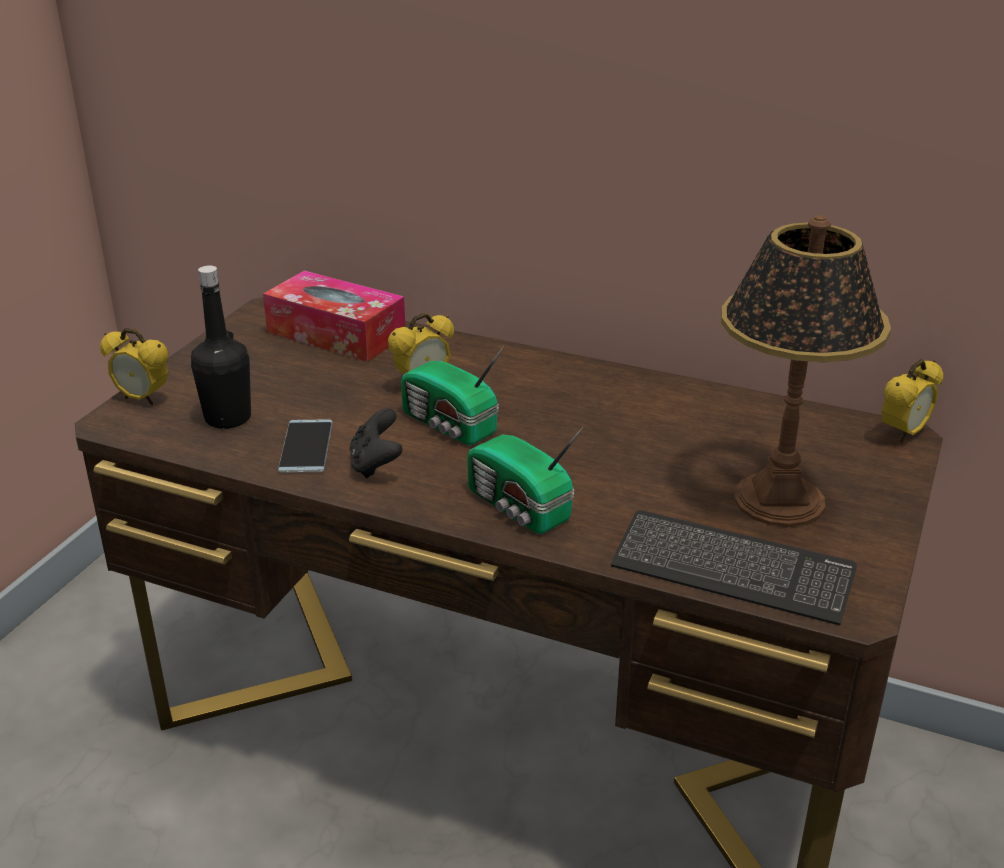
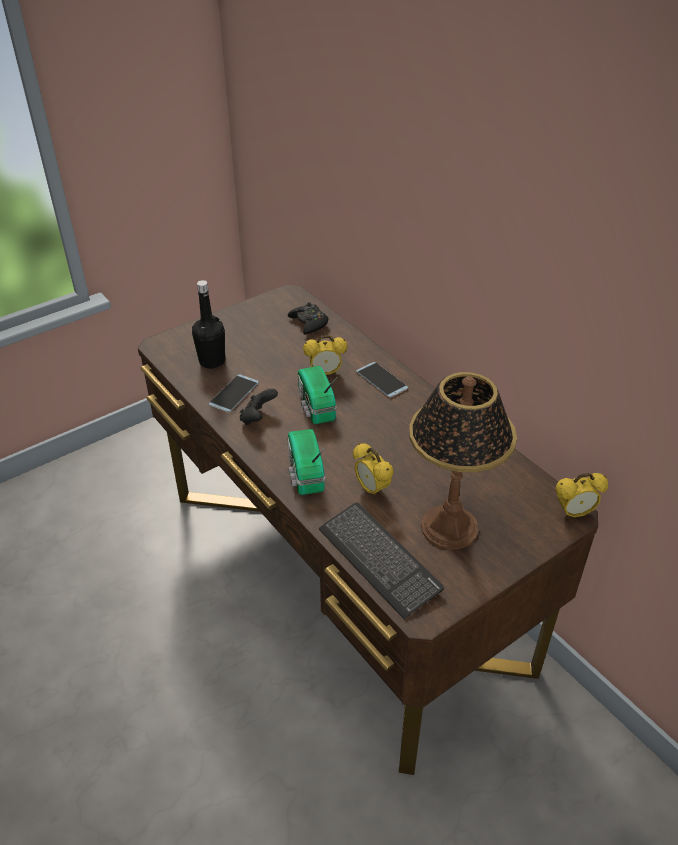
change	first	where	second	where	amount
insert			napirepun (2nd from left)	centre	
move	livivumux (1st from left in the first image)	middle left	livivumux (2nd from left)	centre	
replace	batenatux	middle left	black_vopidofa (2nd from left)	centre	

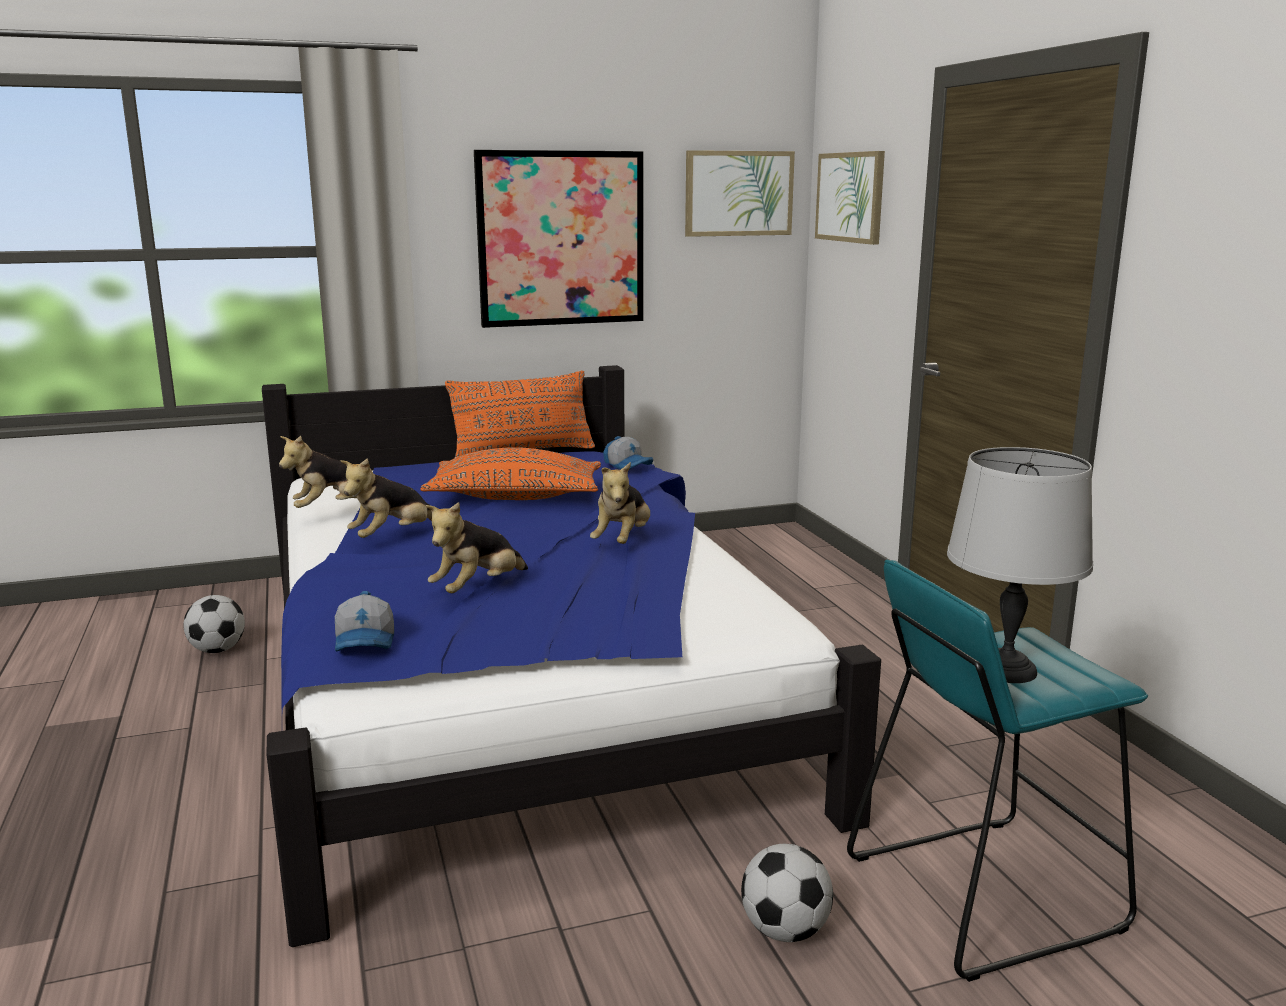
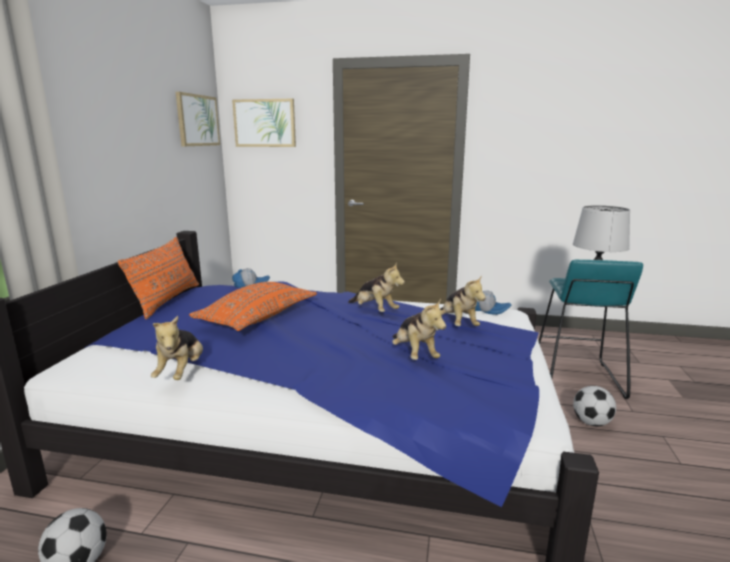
change	first	where	second	where	amount
delete	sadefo (1st from left)	top centre			
move	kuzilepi (1st from left in the first image)	middle left	kuzilepi (2nd from left)	middle right	
move	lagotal (2nd from left in the first image)	middle left	lagotal (4th from left)	centre	

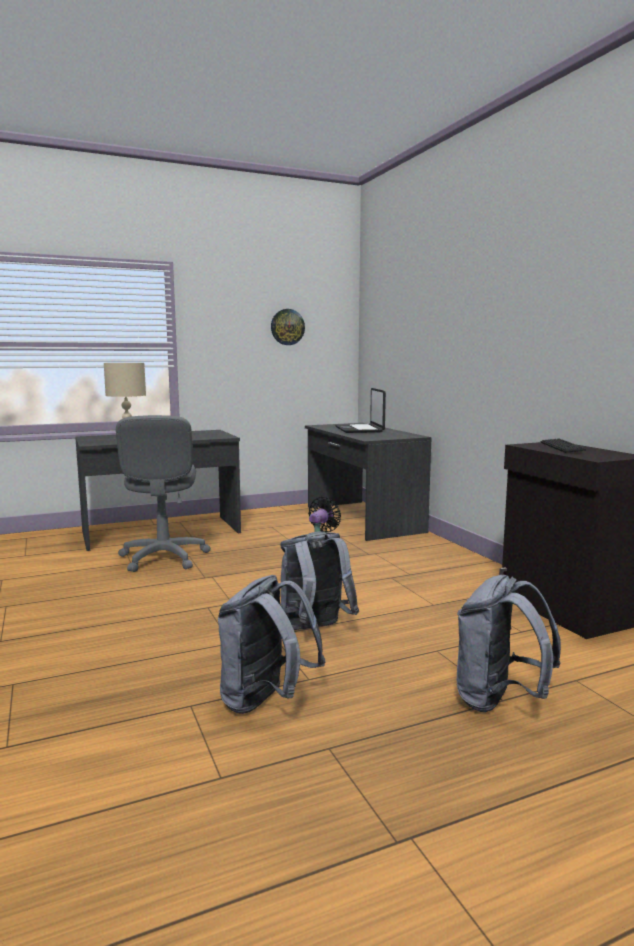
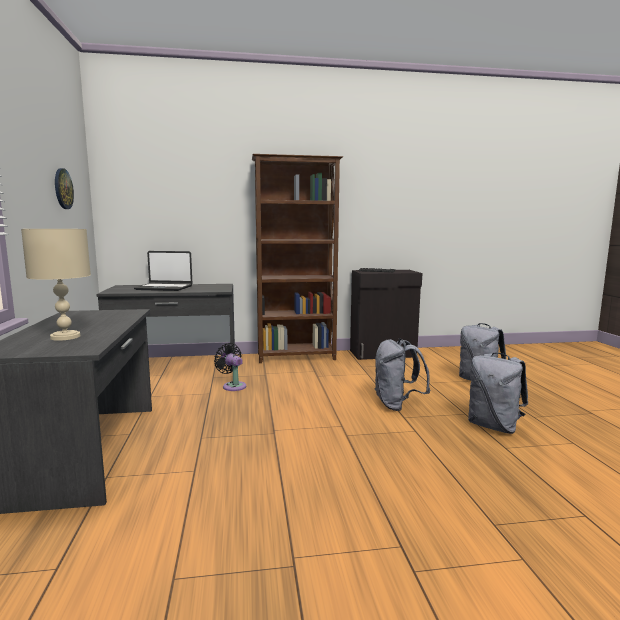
change	first	where	second	where	amount
delete	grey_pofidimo	middle left			
insert			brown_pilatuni	centre	

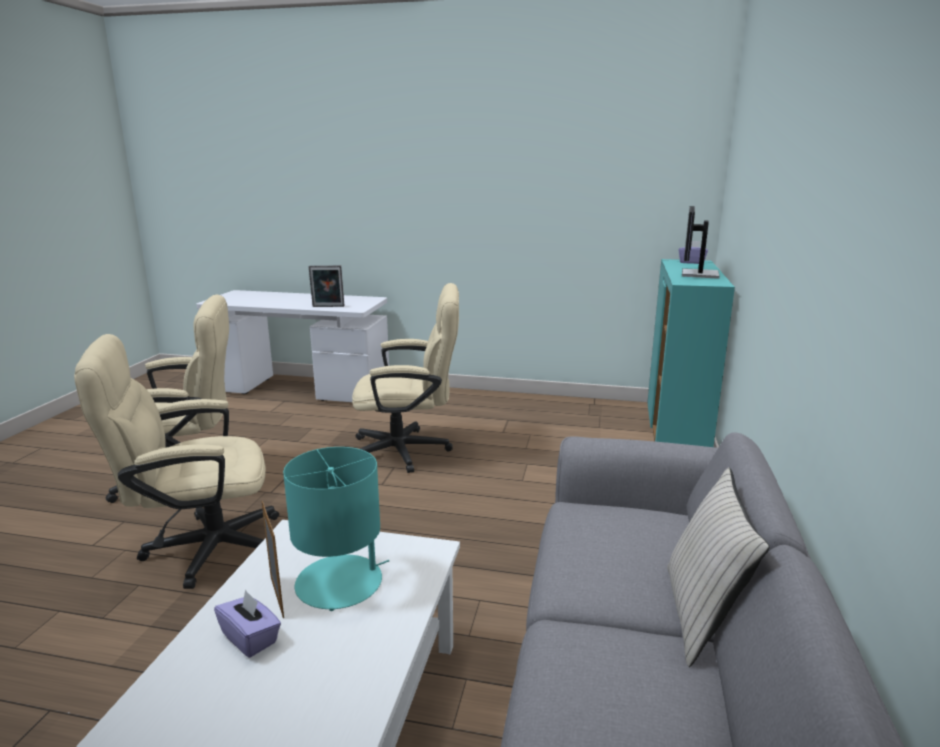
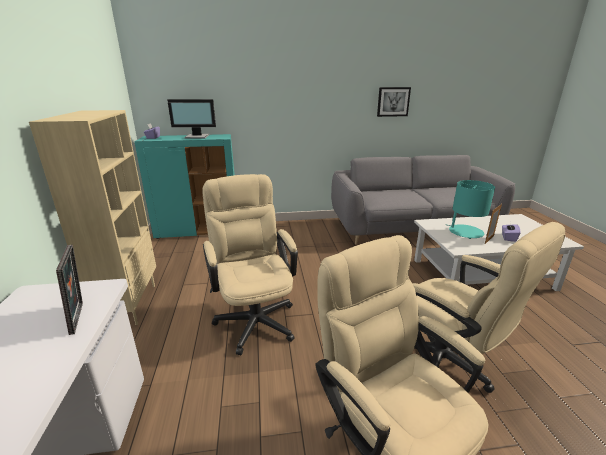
change	first	where	second	where	amount
delete	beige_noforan	bottom right			
insert			beige_pilatuni	middle left	
insert			sadefo	top centre	

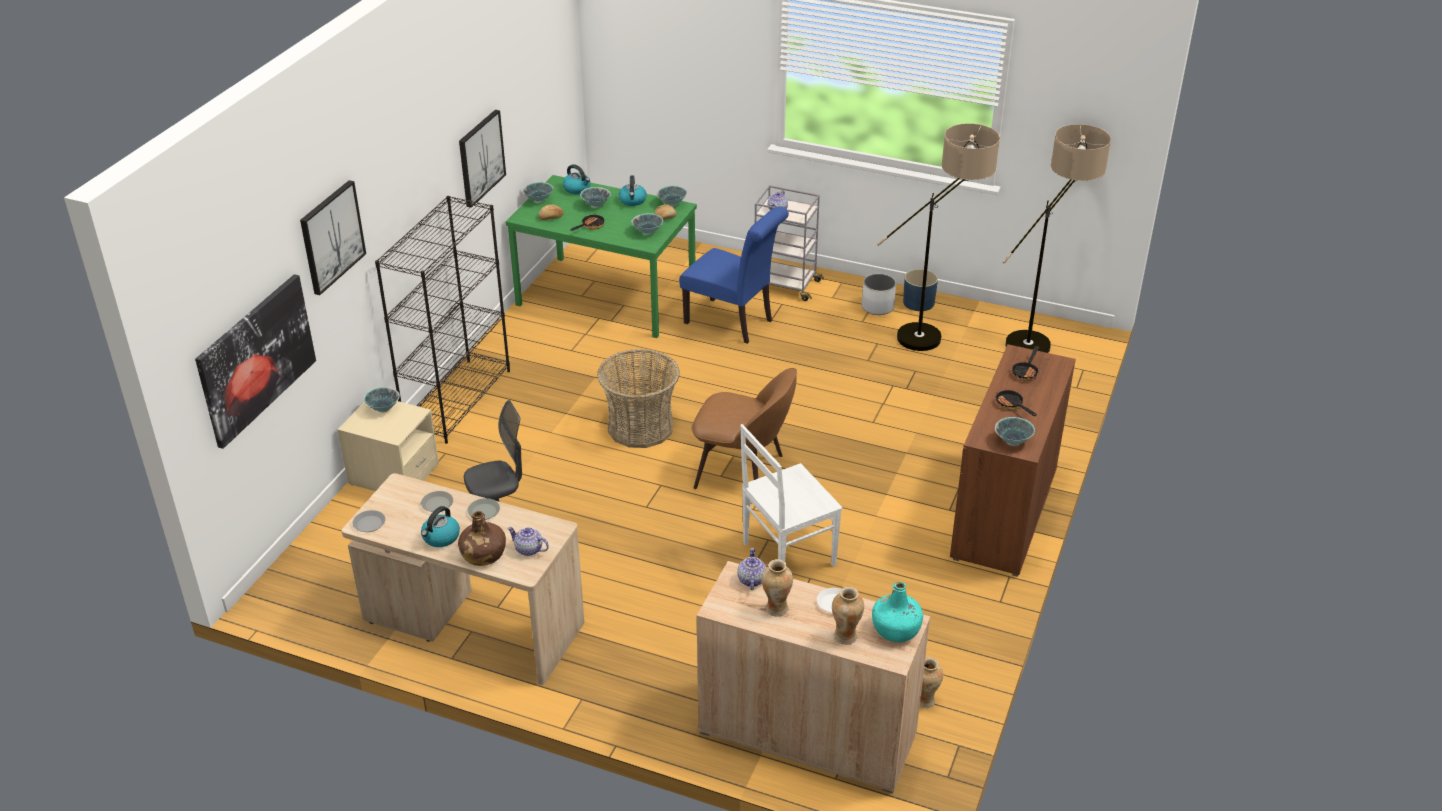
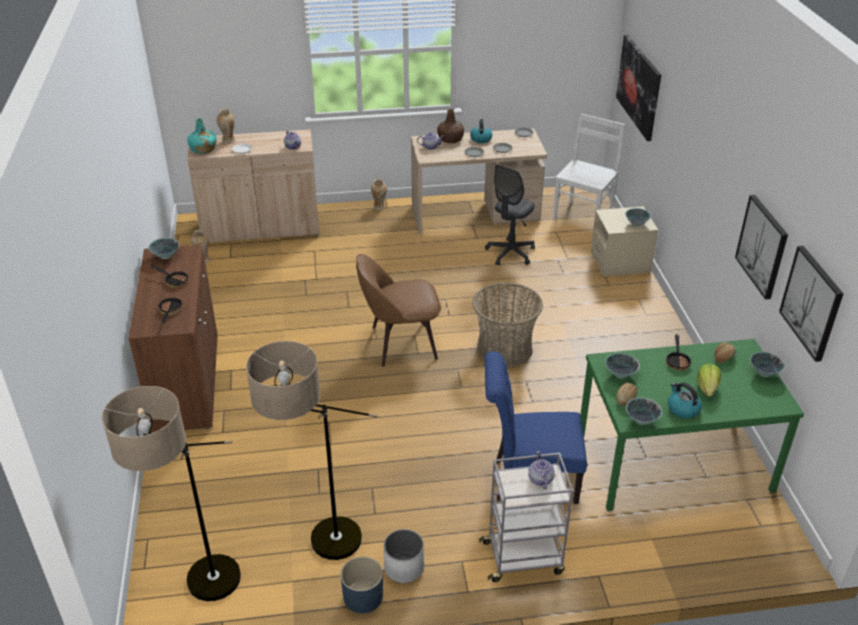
change	first	where	second	where	amount
delete	black_pilatuni	middle left			
delete	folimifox (2nd from left)	top centre			
move	sadefo (2nd from left in the first image)	top left	sadefo (3rd from left)	middle right	
move	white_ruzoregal	centre		top right	
move	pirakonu (1st from left in the first image)	bottom centre	pirakonu (3rd from left)	top centre	
replace	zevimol (3rd from left)	top centre	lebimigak	middle right	

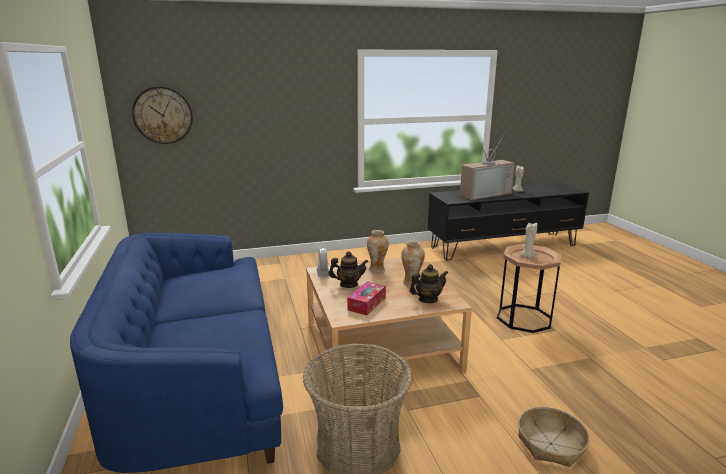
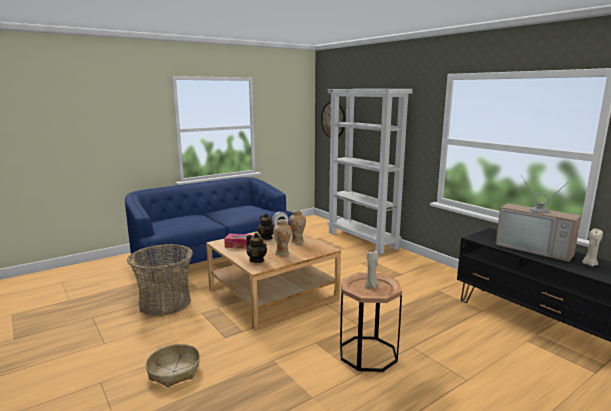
change	first	where	second	where	amount
insert			white_pilatuni	centre	

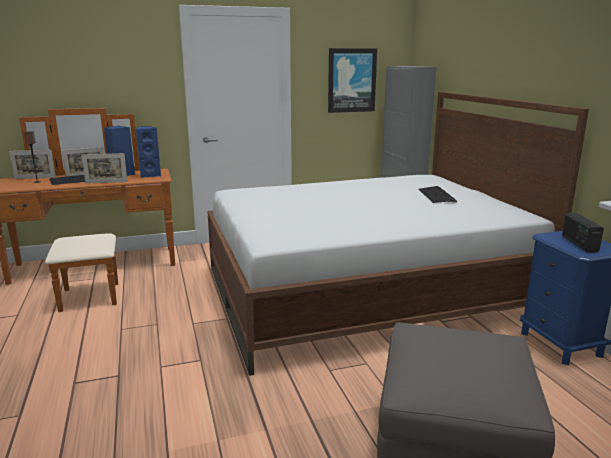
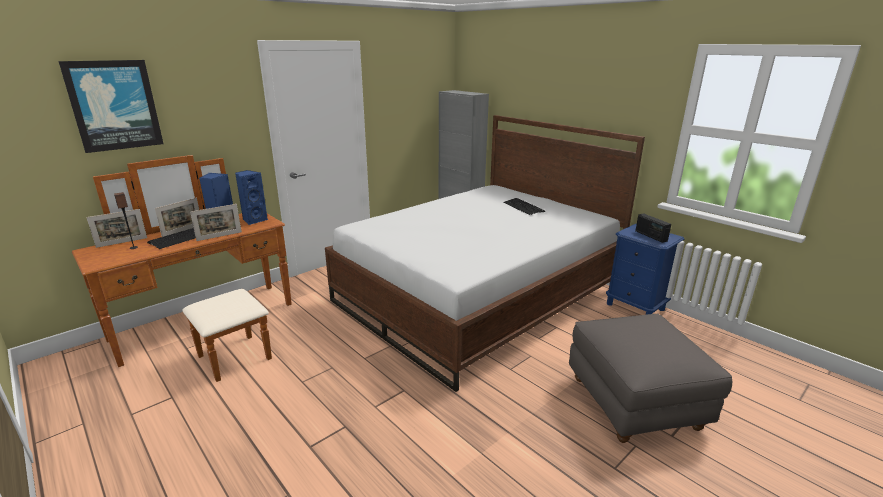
change	first	where	second	where	amount
move	sadefo	top centre		top left	

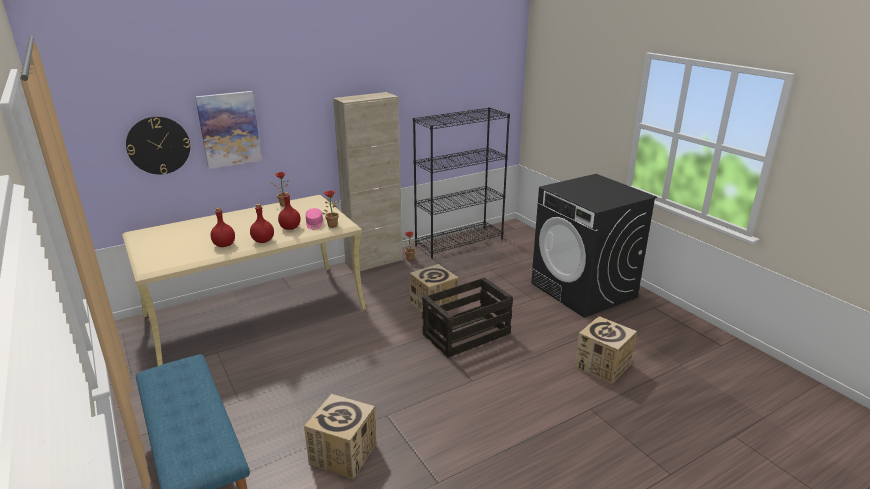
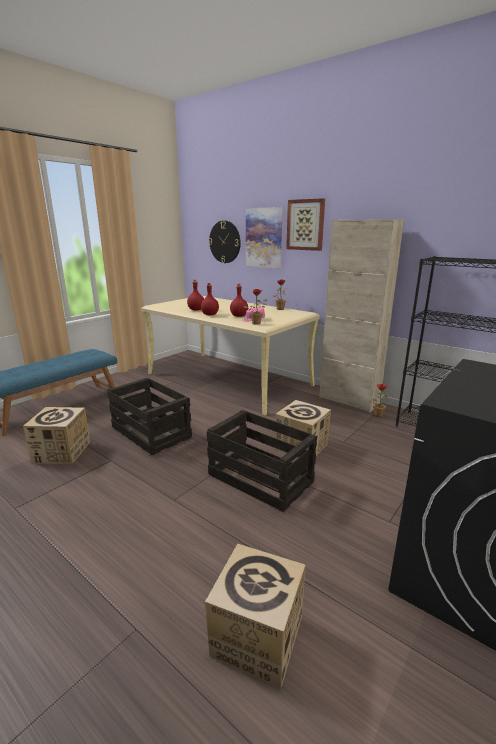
change	first	where	second	where	amount
insert			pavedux (1st from left)	middle left	
insert			sadefo (2nd from left)	top centre	

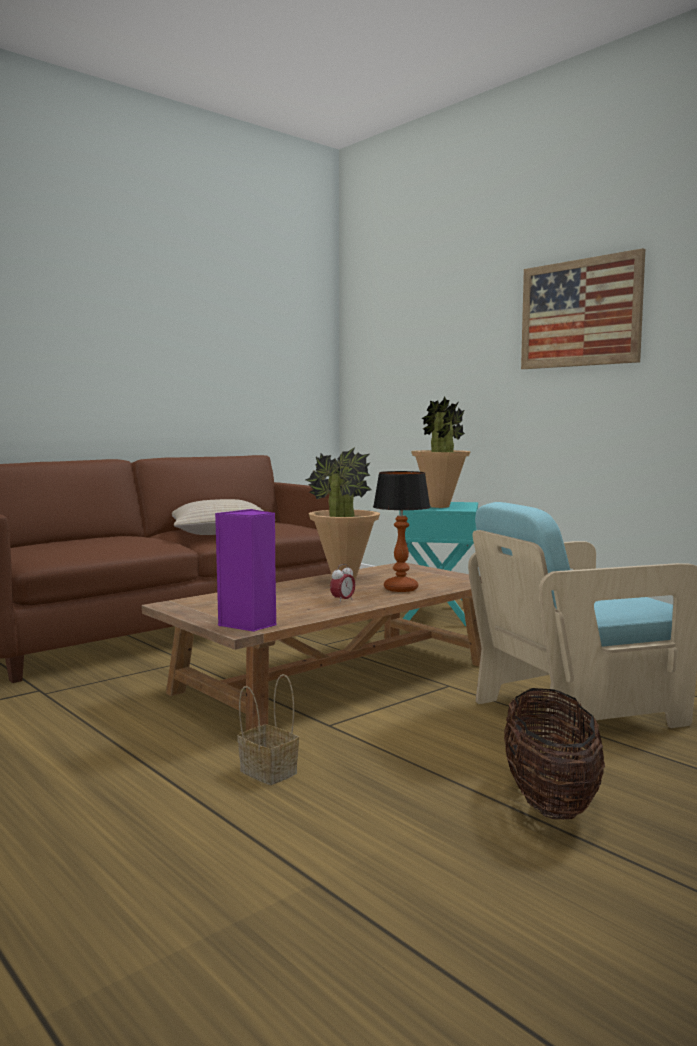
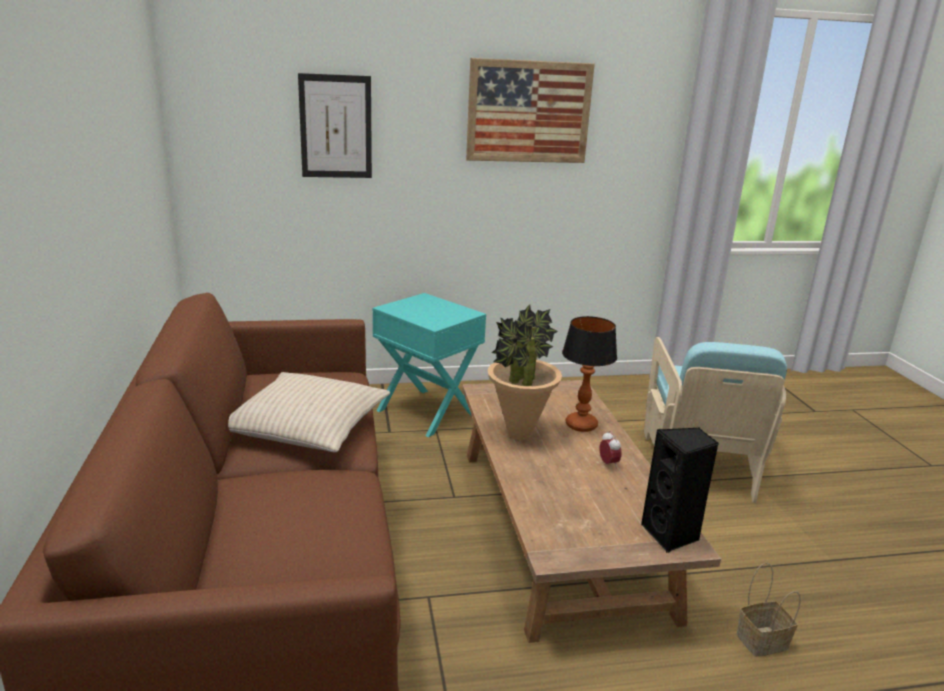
change	first	where	second	where	amount
delete	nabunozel (2nd from left)	centre			
delete	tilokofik (2nd from left)	bottom right			
insert			sadefo (1st from left)	top centre	
recolor	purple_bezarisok	centre	black_bezarisok	bottom right	

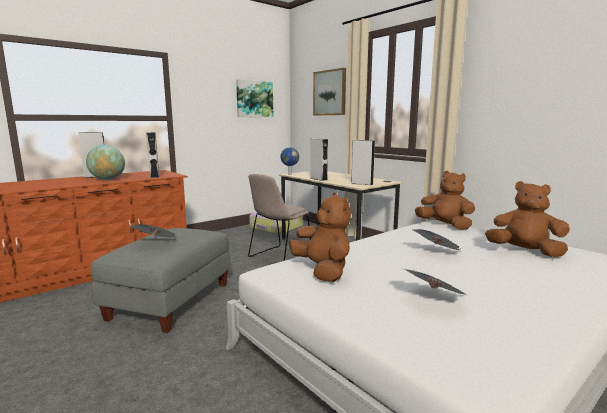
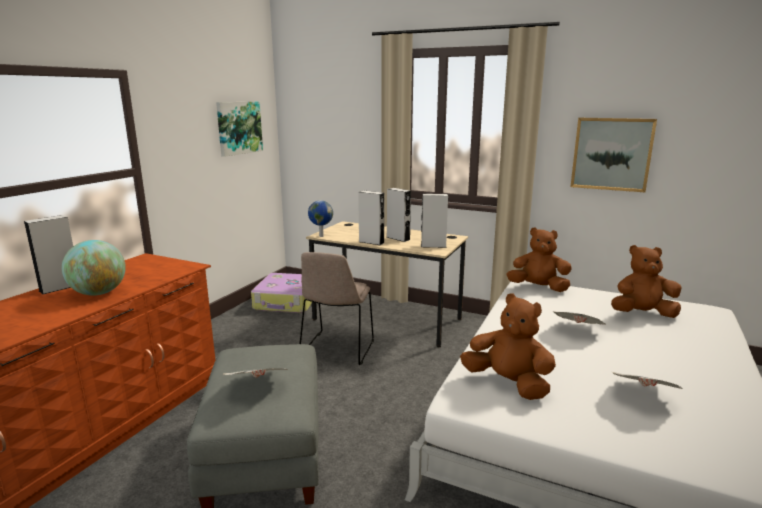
change	first	where	second	where	amount
move	grey_bezarisok (2nd from left in the first image)	middle left	grey_bezarisok (3rd from left)	centre	
move	sadefo (2nd from left)	top centre		top right	

